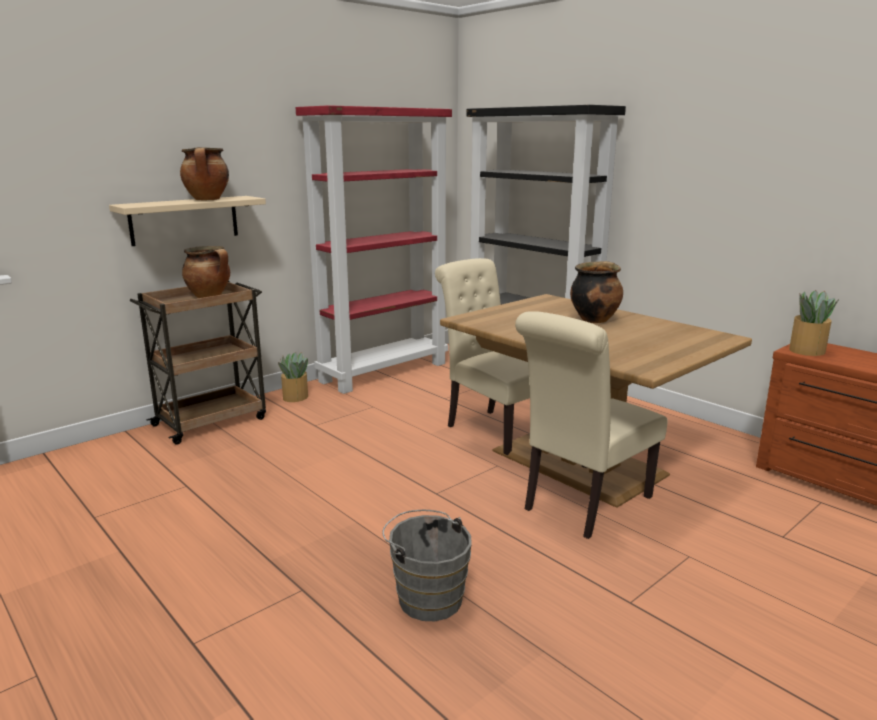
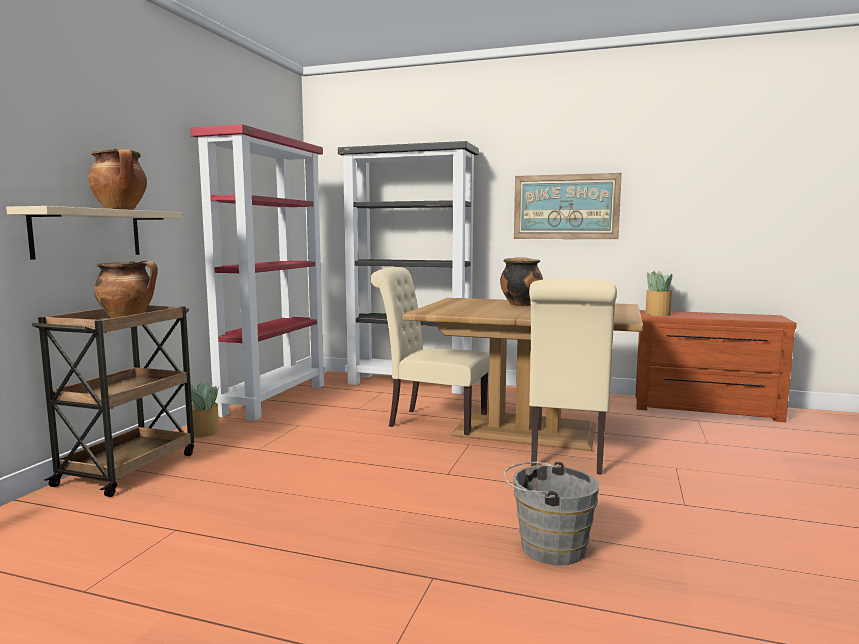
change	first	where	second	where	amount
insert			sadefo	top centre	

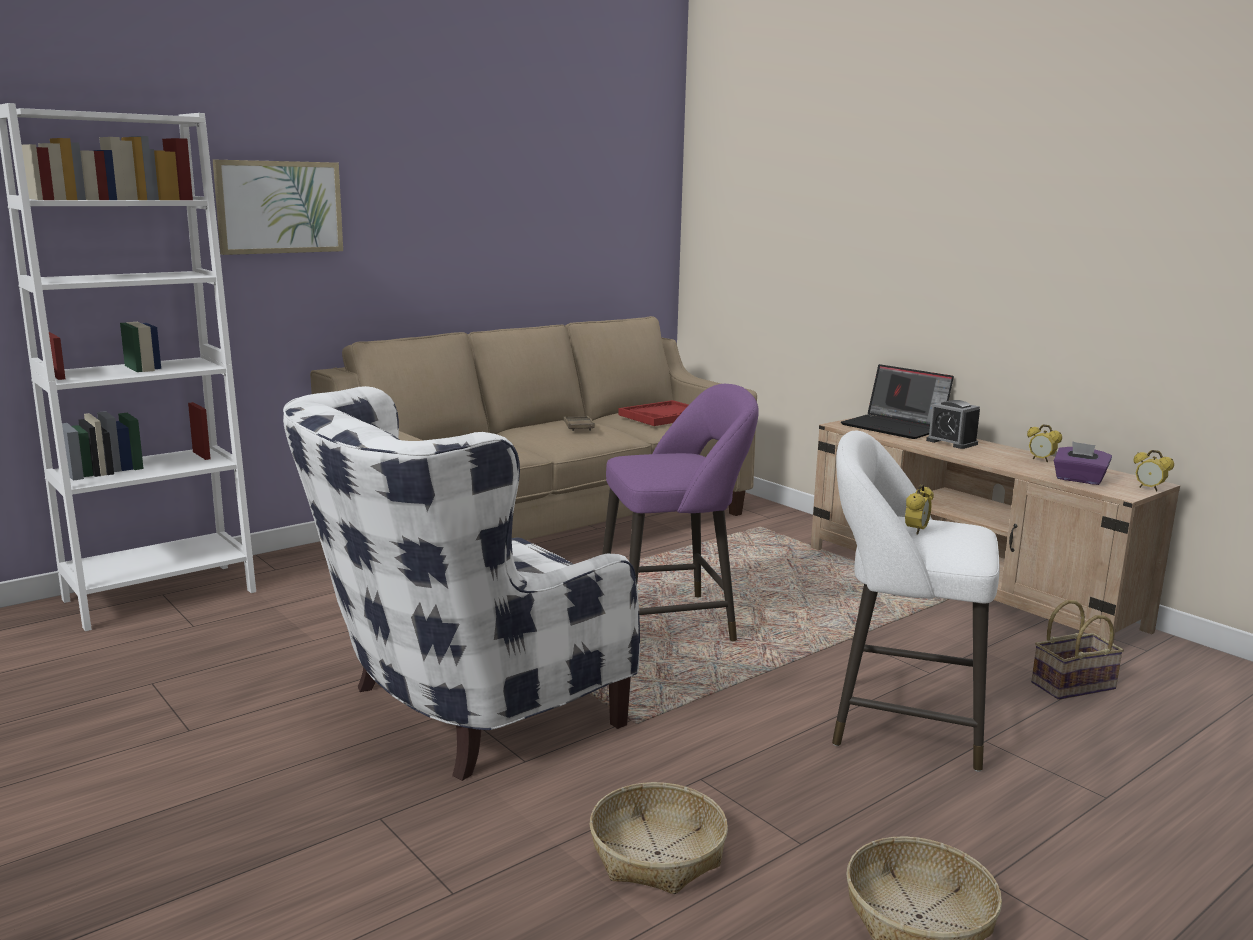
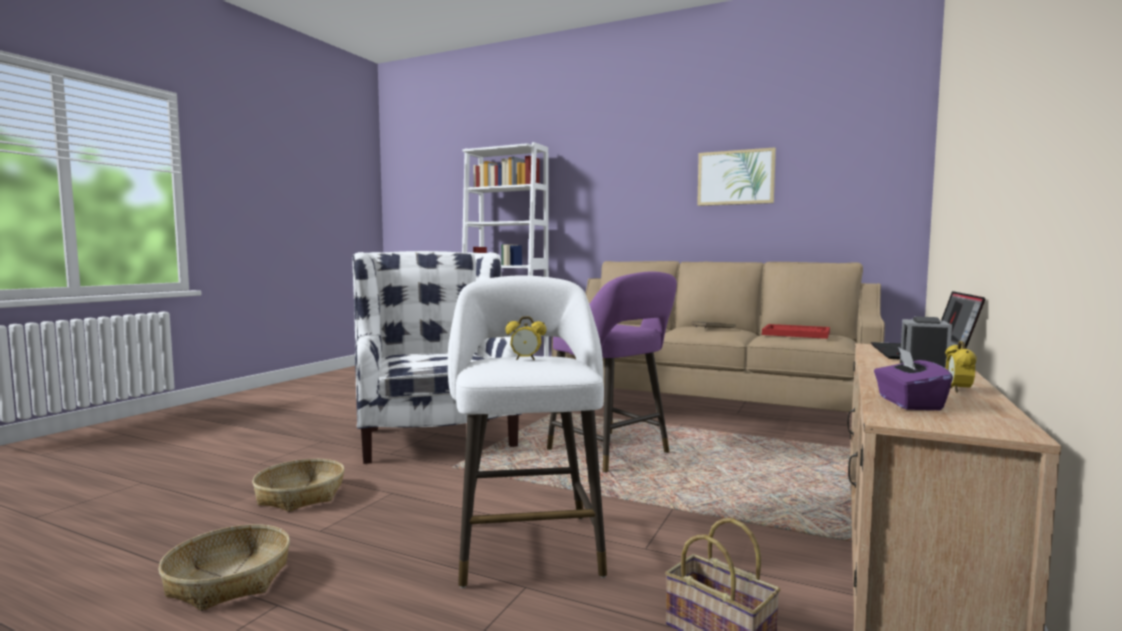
change	first	where	second	where	amount
delete	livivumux (4th from left)	middle right			
move	sadefo	top left		top centre	
rotate	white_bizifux	centre		centre	45 degrees clockwise

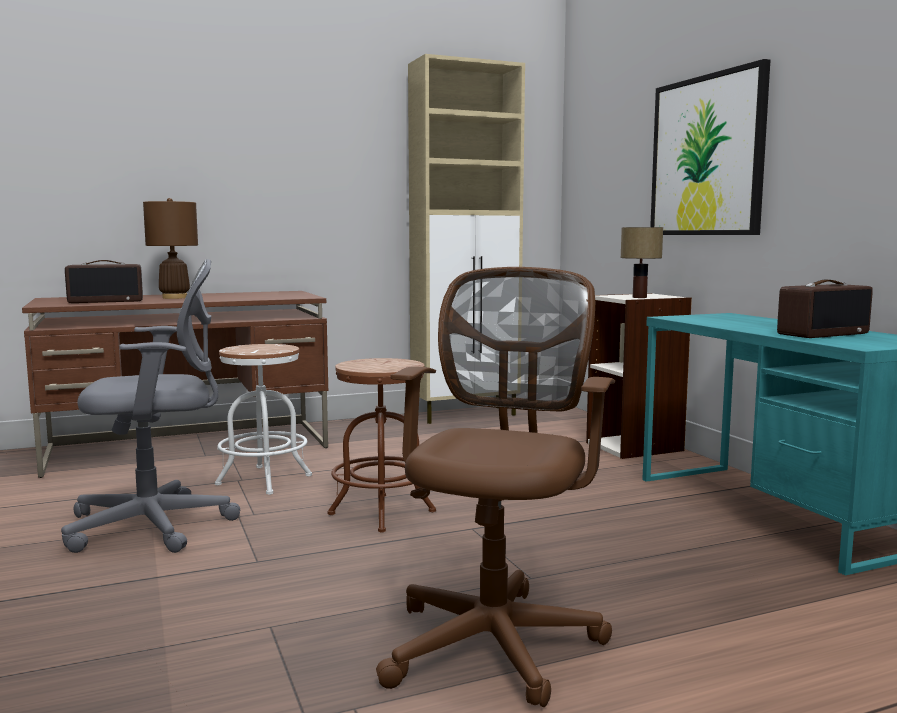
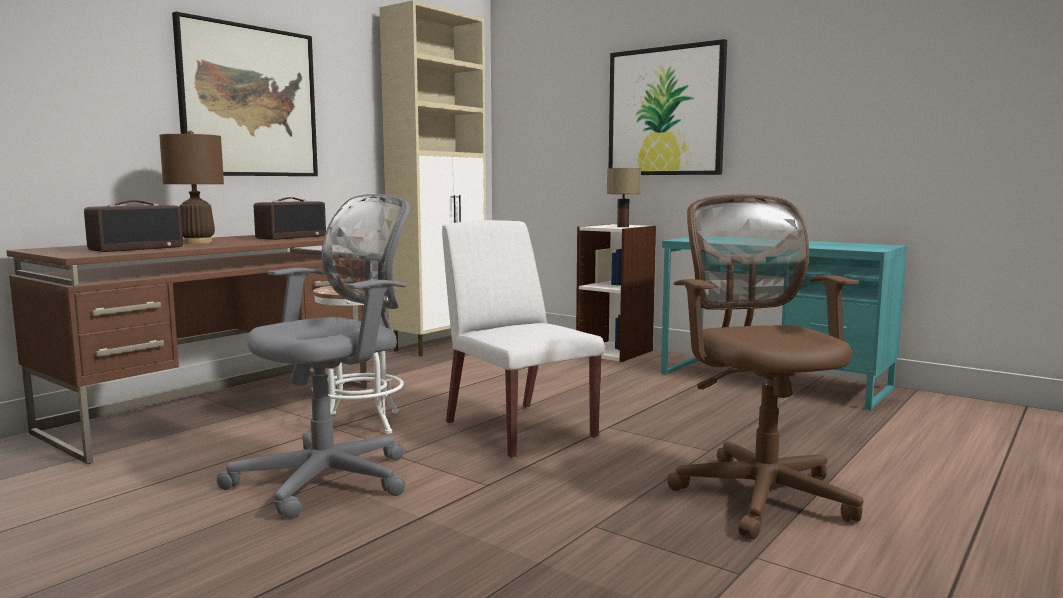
change	first	where	second	where	amount
insert			sadefo (1st from left)	top left	
move	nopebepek (2nd from left)	middle right		middle left	
replace	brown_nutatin	centre	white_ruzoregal	centre	

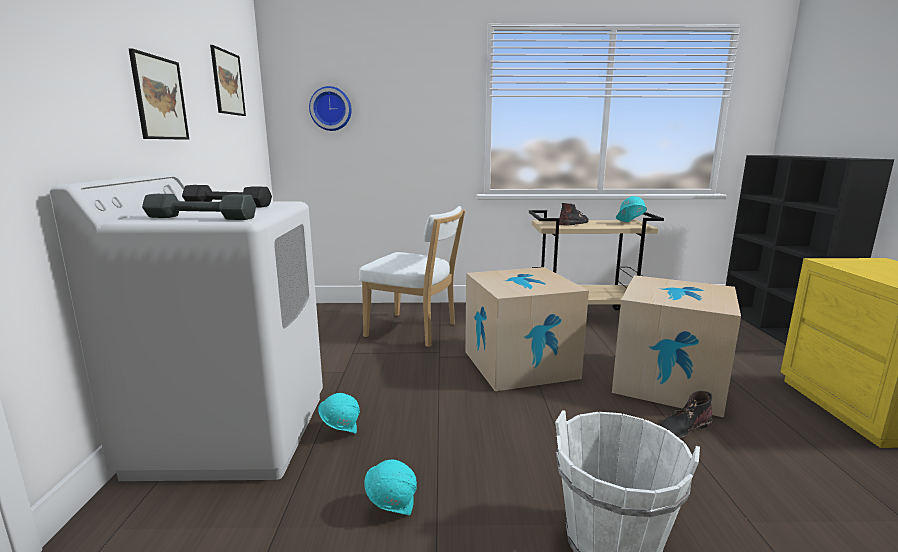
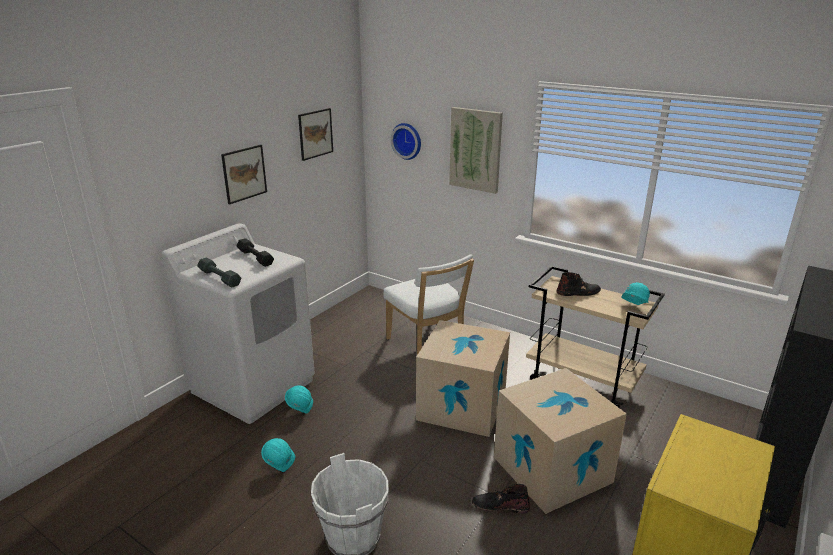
change	first	where	second	where	amount
insert			sadefo (3rd from left)	top centre	

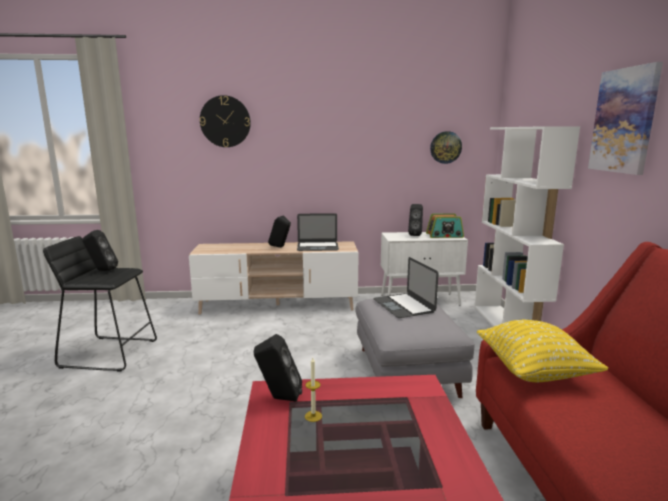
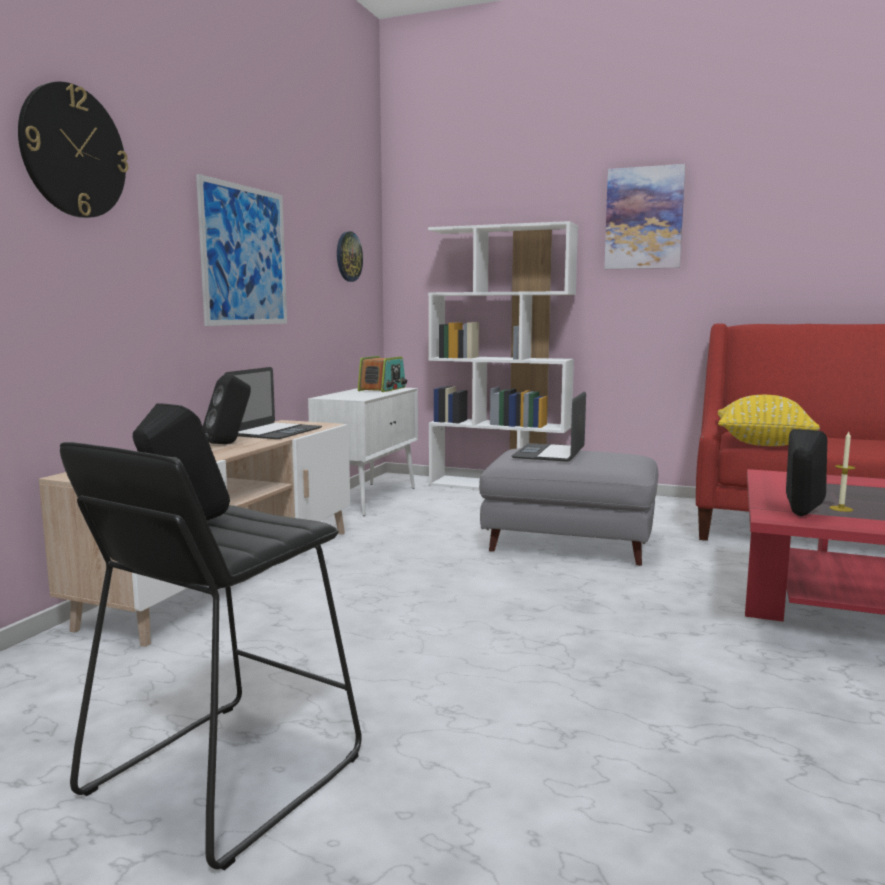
change	first	where	second	where	amount
delete	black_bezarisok (4th from left)	centre			
insert			sadefo (1st from left)	top left	
rotate	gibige (2nd from left)	centre		centre	105 degrees clockwise

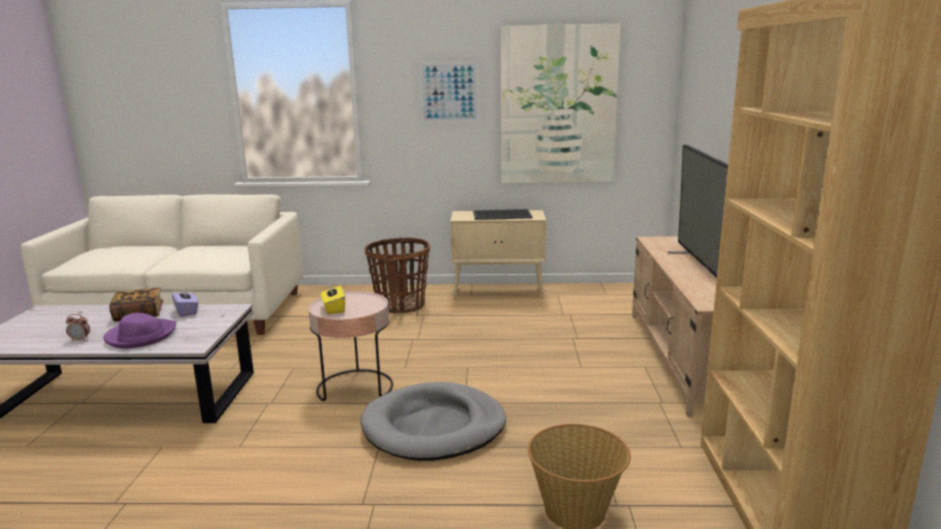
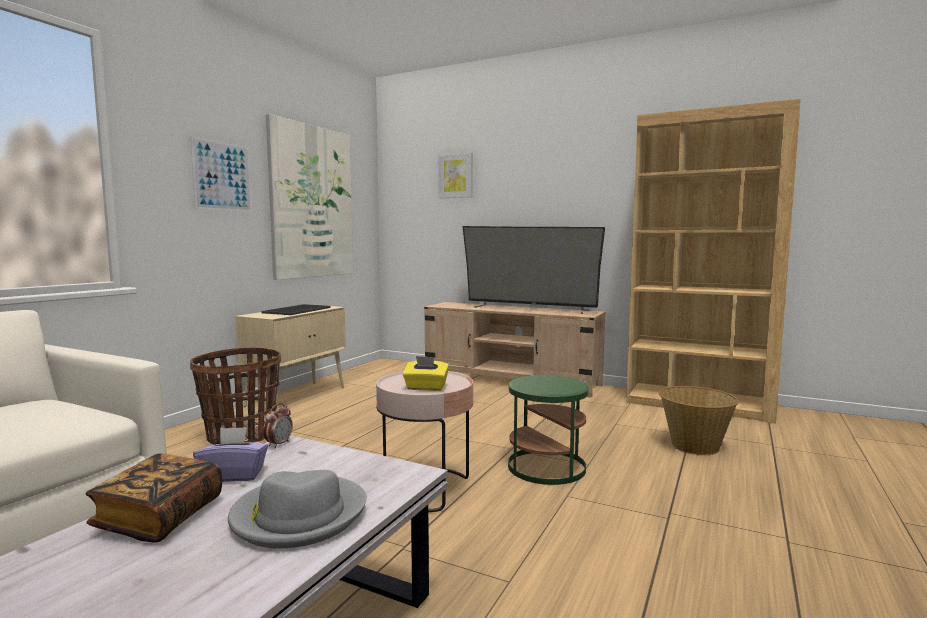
change	first	where	second	where	amount
insert			sadefo (3rd from left)	top centre	
move	livivumux	middle left		bottom left	
replace	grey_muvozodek	bottom centre	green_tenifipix	bottom centre	
recolor	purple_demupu	middle left	grey_demupu	bottom left	

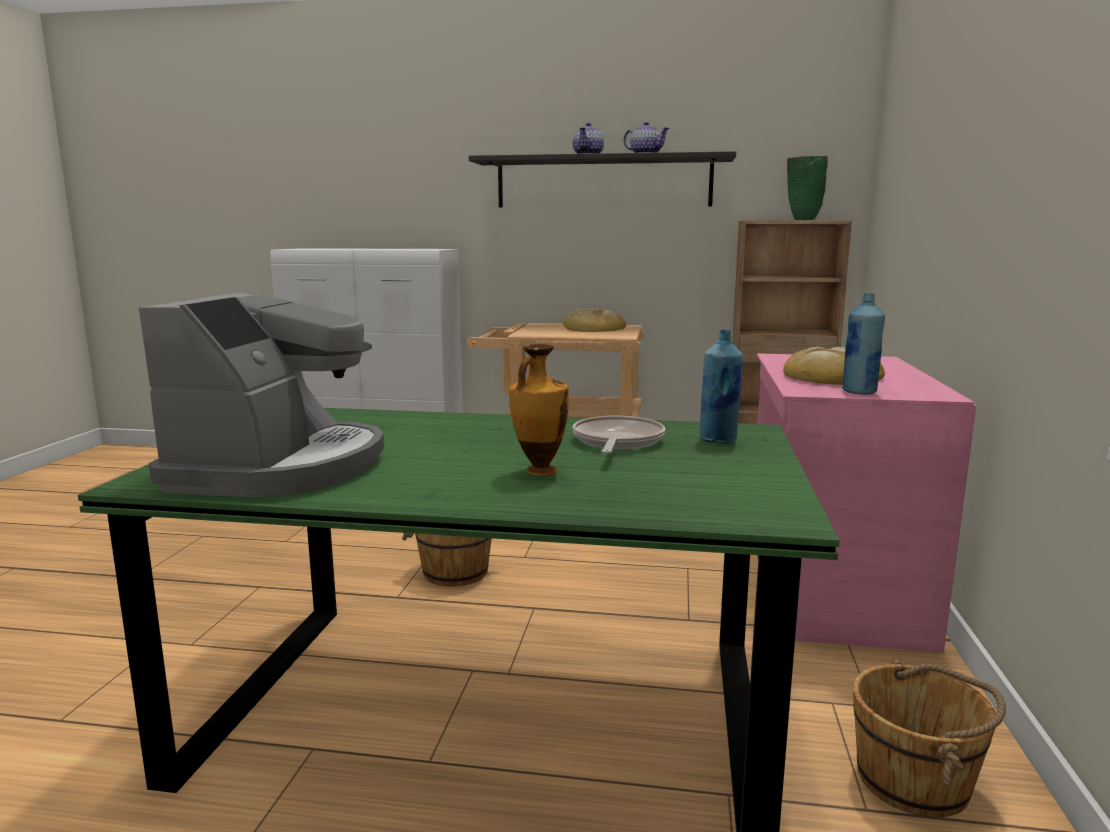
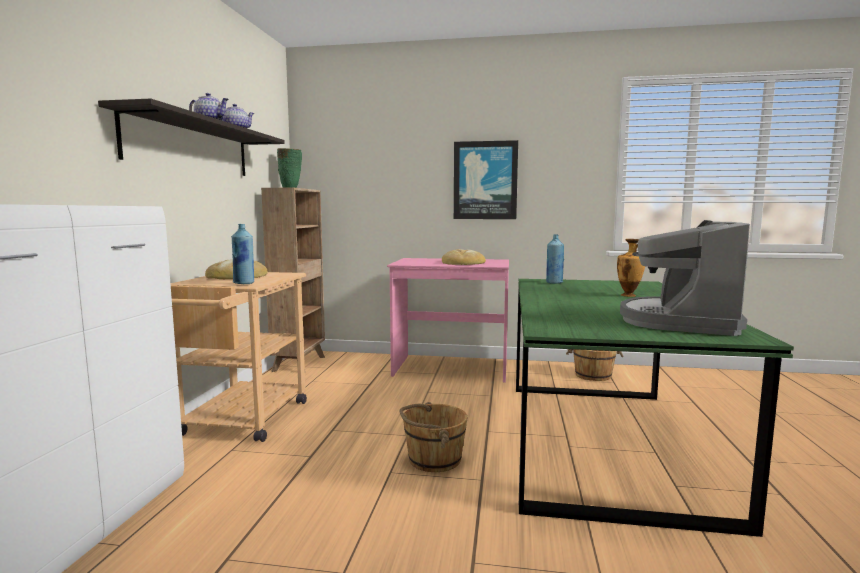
change	first	where	second	where	amount
delete	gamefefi	centre			
insert			sadefo	top centre	
move	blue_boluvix (2nd from left in the first image)	middle right	blue_boluvix (1st from left)	middle left	
rotate	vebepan	middle left		middle right	75 degrees counterclockwise

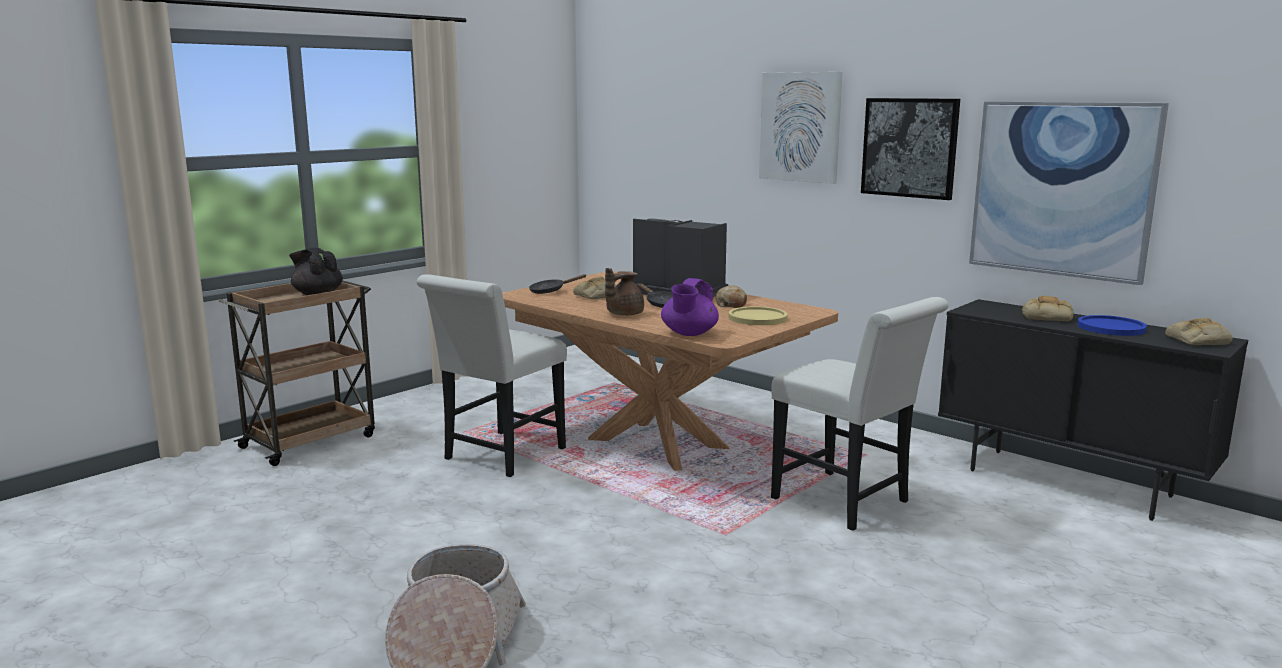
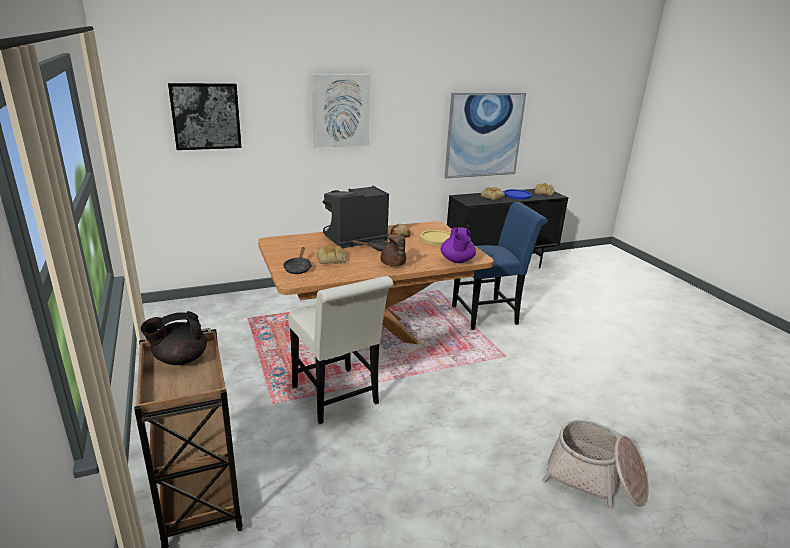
change	first	where	second	where	amount
move	sadefo (2nd from left in the first image)	top right	sadefo (1st from left)	top left	
recolor	white_ruzoregal (2nd from left)	middle right	blue_ruzoregal	centre	
rotate	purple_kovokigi	centre		centre	45 degrees clockwise

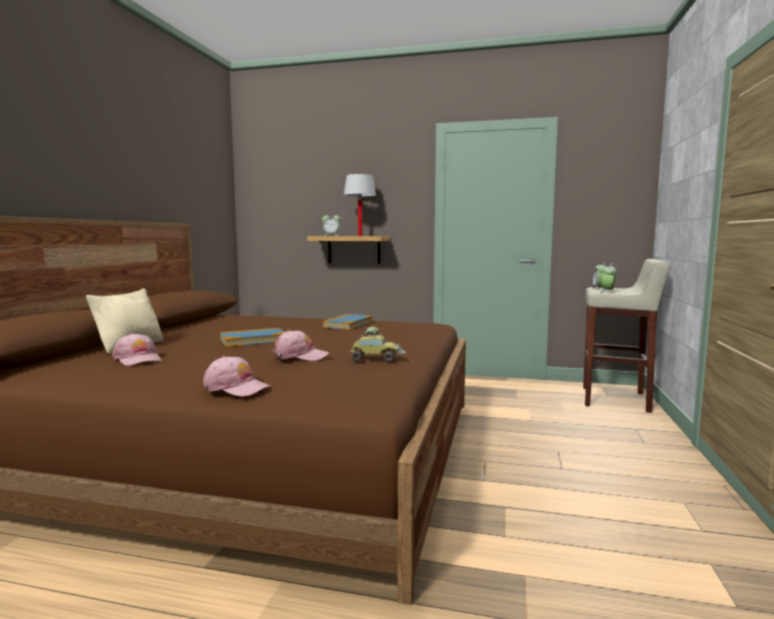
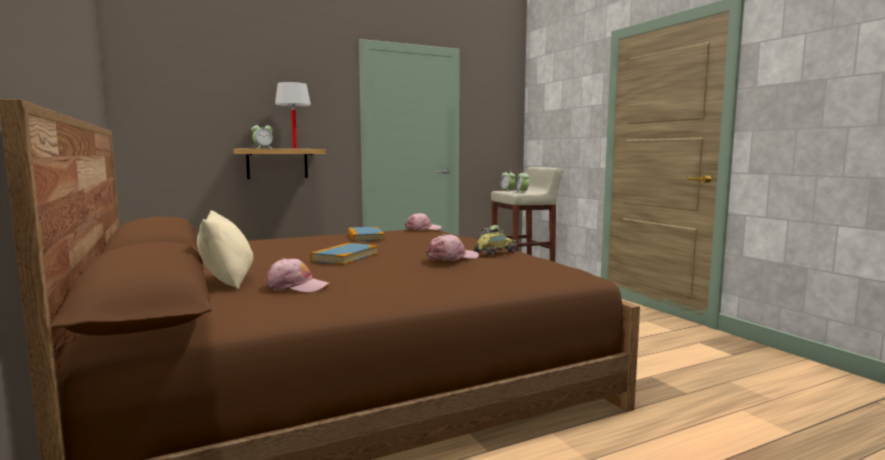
change	first	where	second	where	amount
move	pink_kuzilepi (2nd from left)	middle left		centre	

